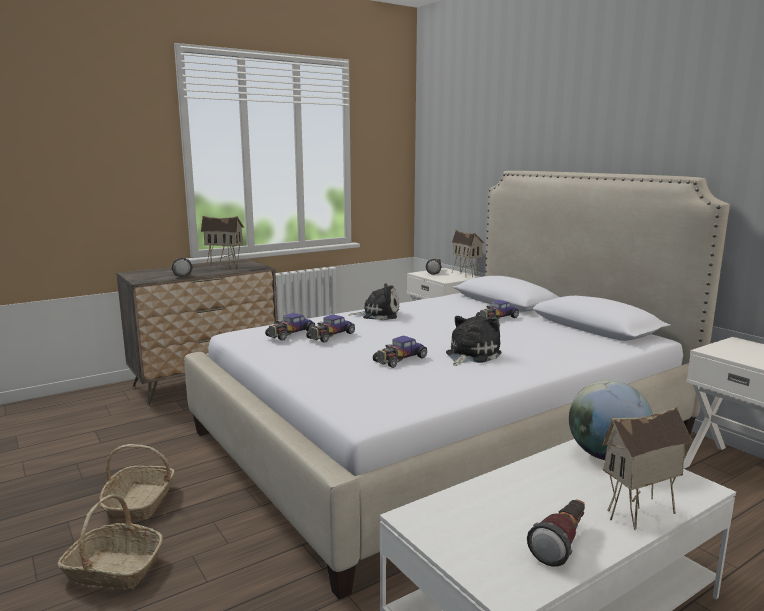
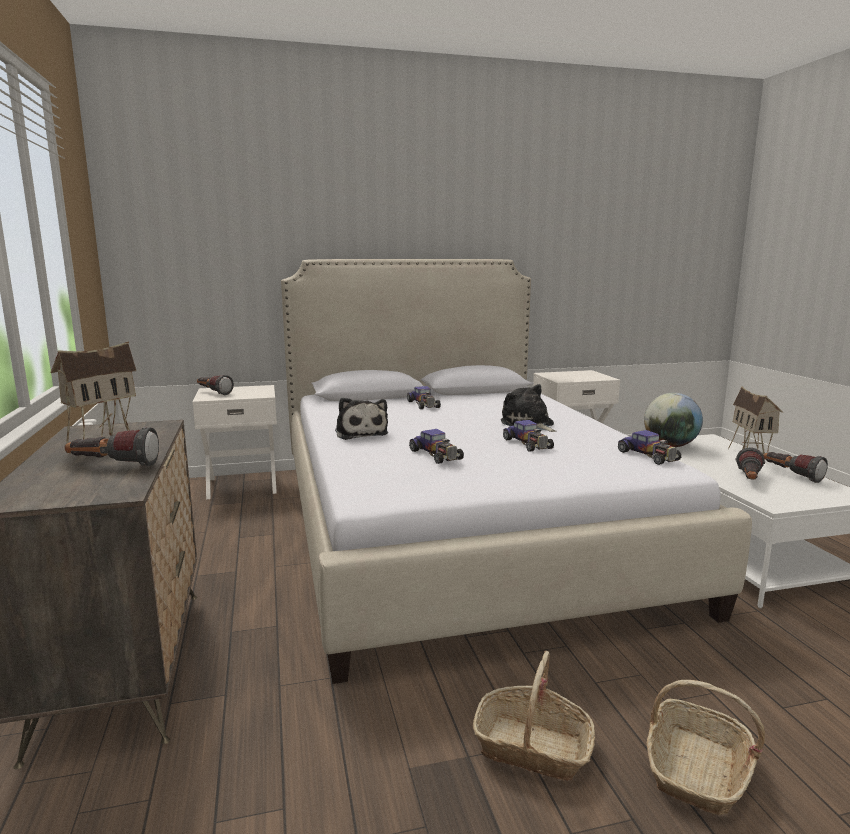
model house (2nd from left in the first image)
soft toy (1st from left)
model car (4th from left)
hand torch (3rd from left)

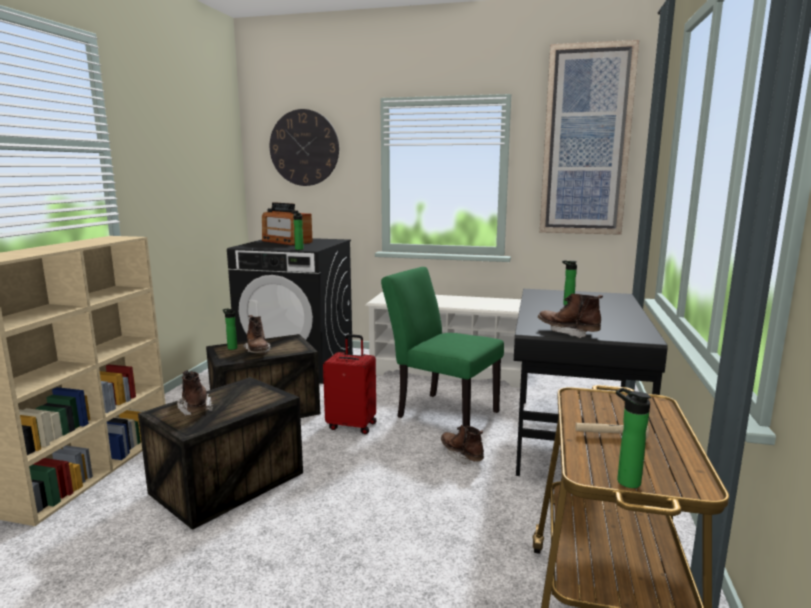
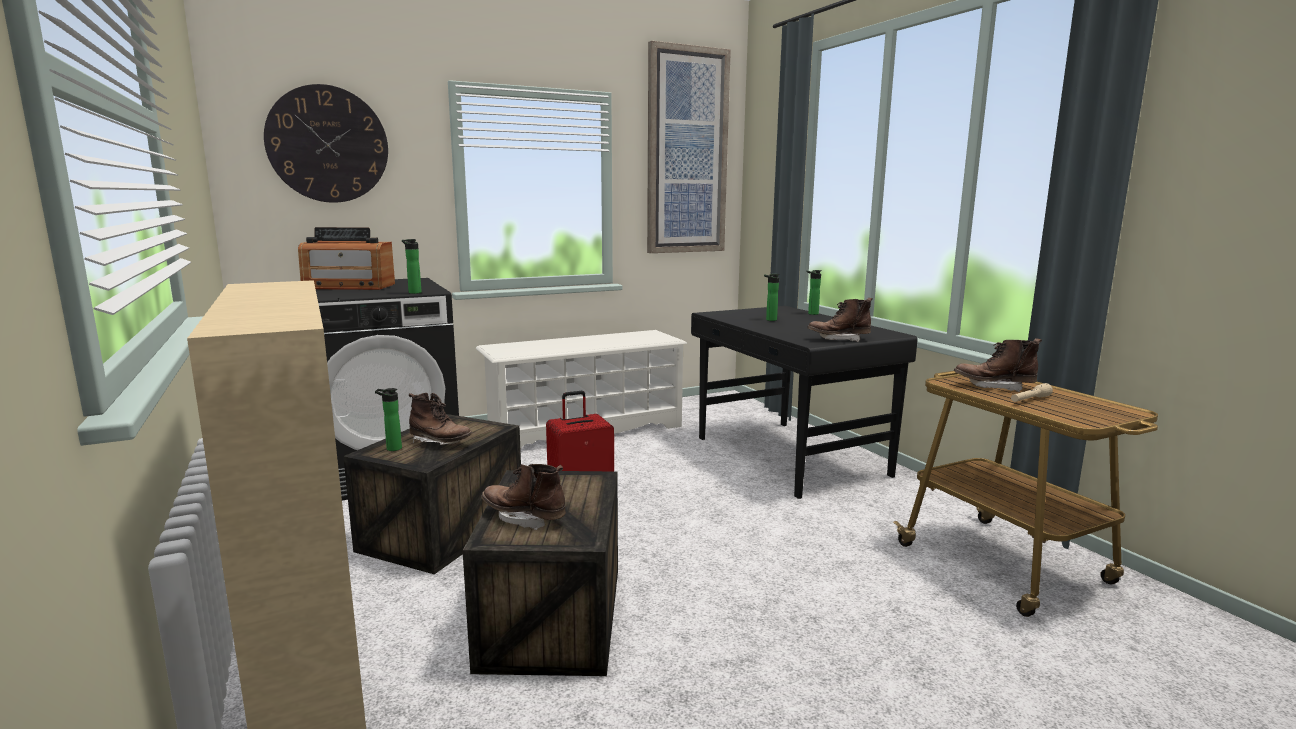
plain chair (green)
beverage bottle (4th from left)
high-top boot (brownish) (4th from left)

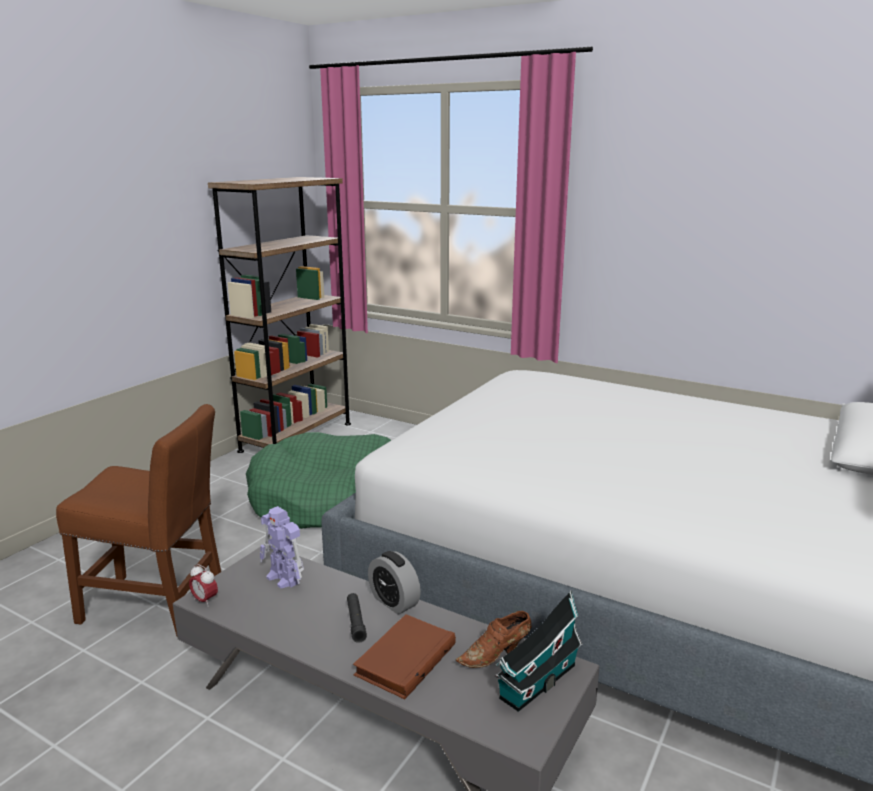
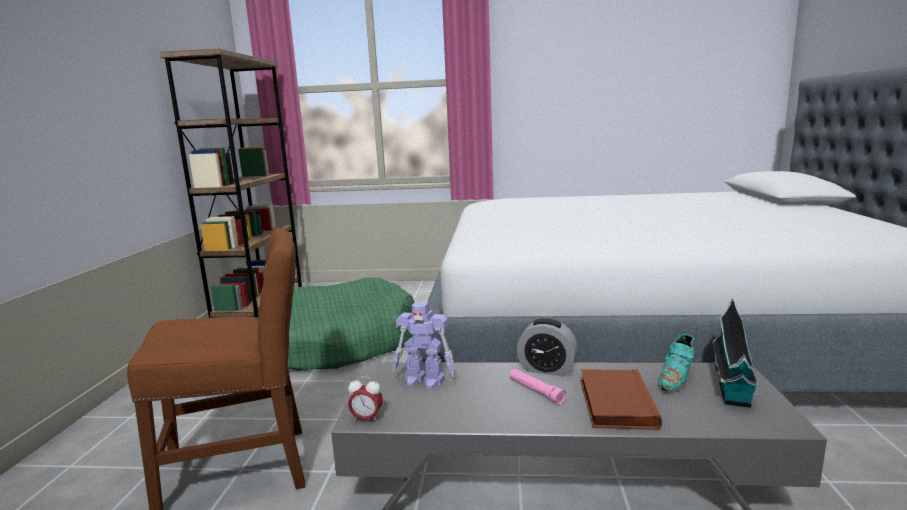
hand torch (pink)
shoe (turquoise-coloured)

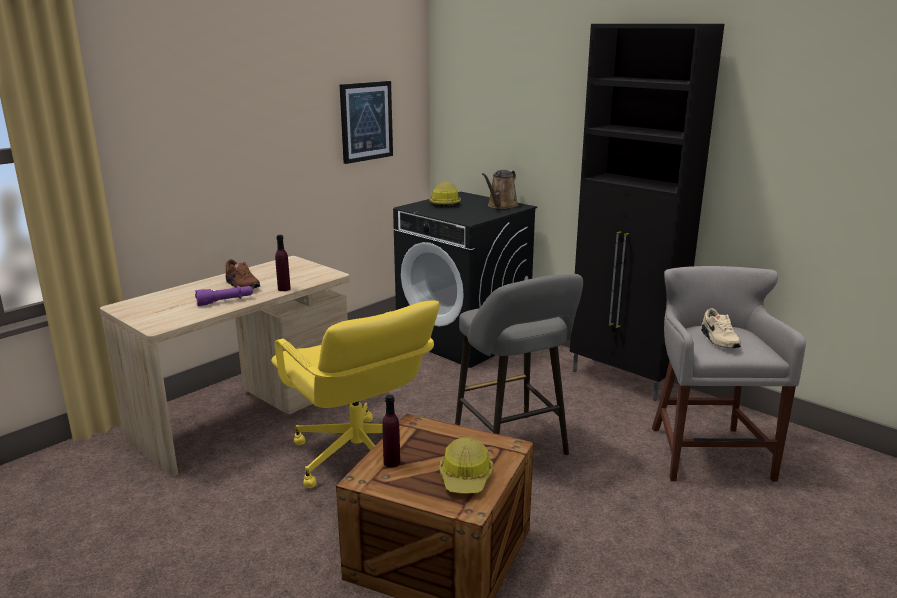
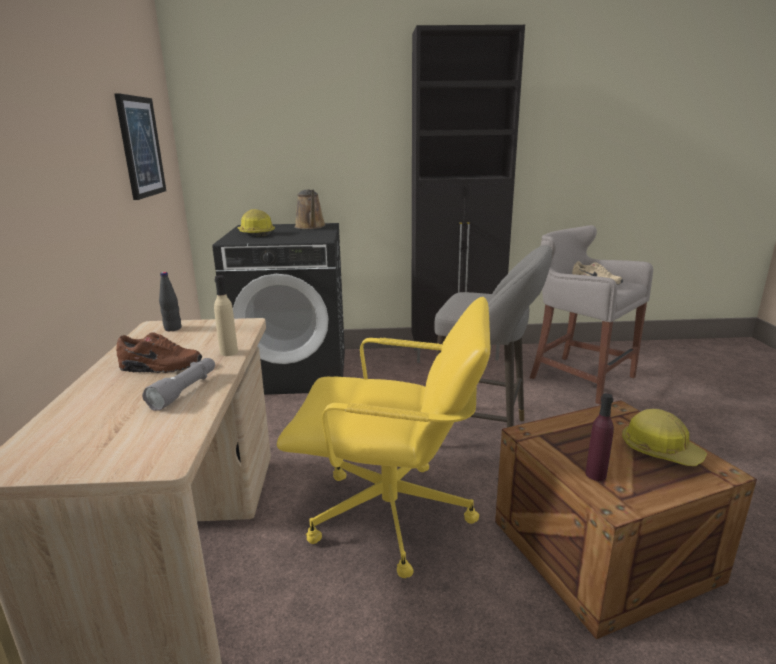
beverage bottle (sand-coloured)
hand torch (greyish)
beverage bottle (black-coloured)

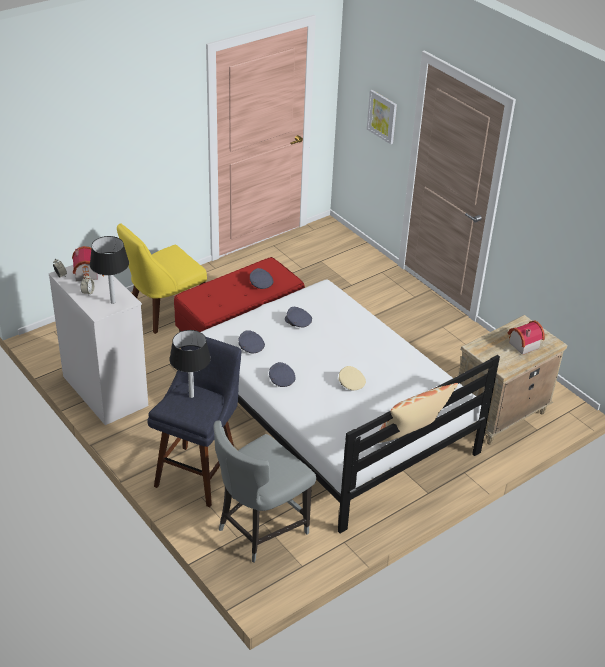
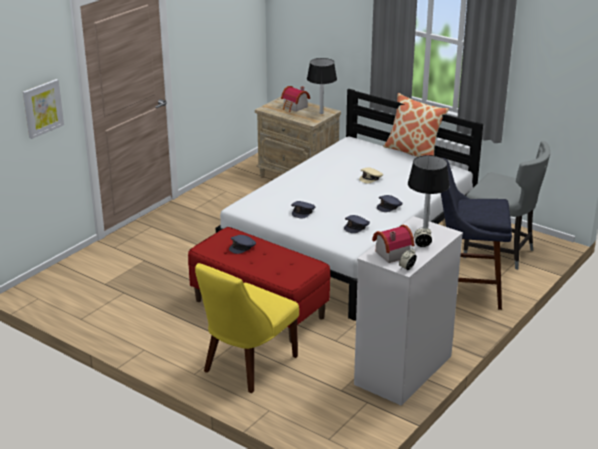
plain chair (yellowish)
tabletop lamp (black-coloured) (1st from left)

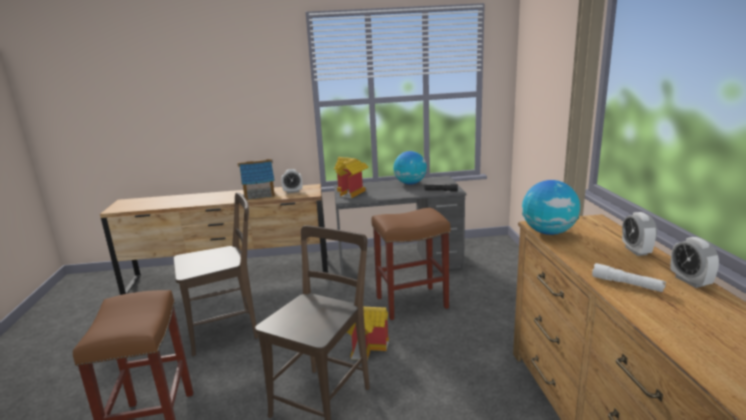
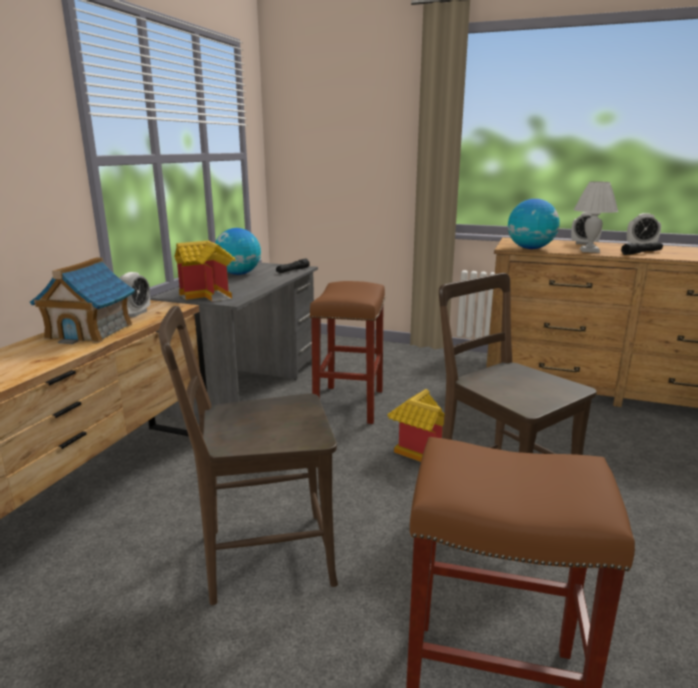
plain chair (brownish) (1st from left)
hand torch (black-coloured) (2nd from left)
tabletop lamp (white)

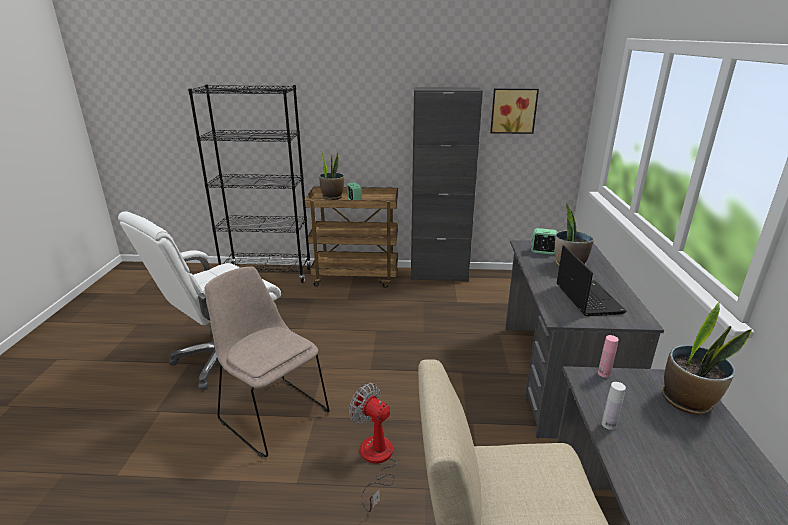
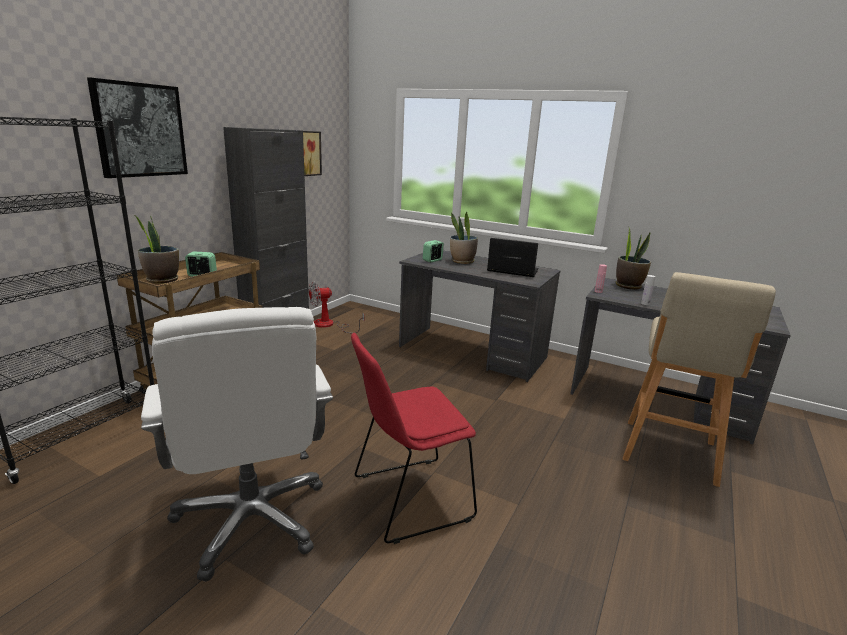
plain chair (reddish)
cooling fan
wall picture (1st from left)

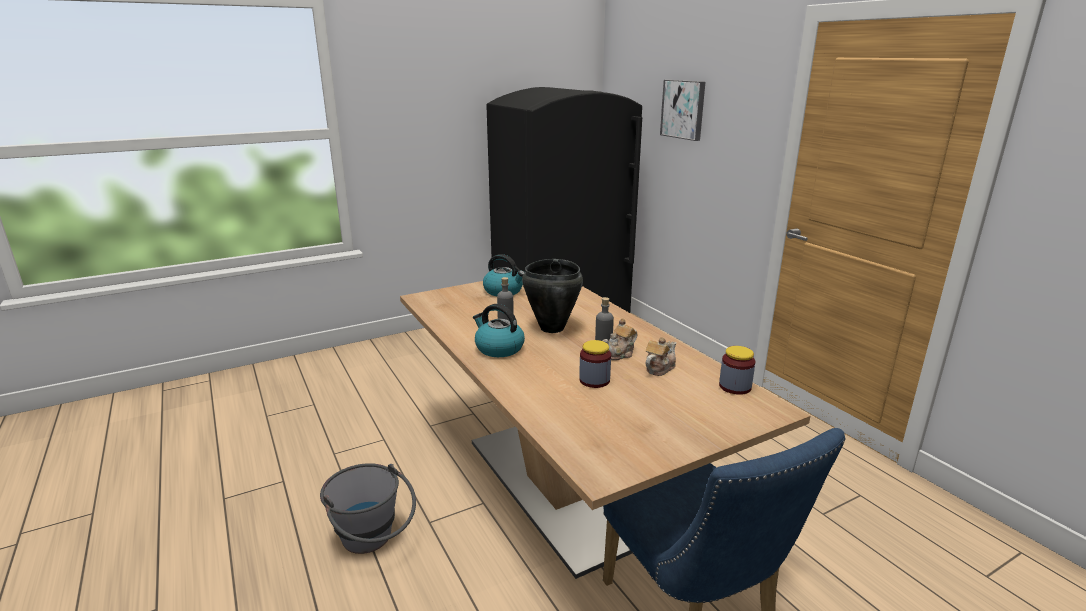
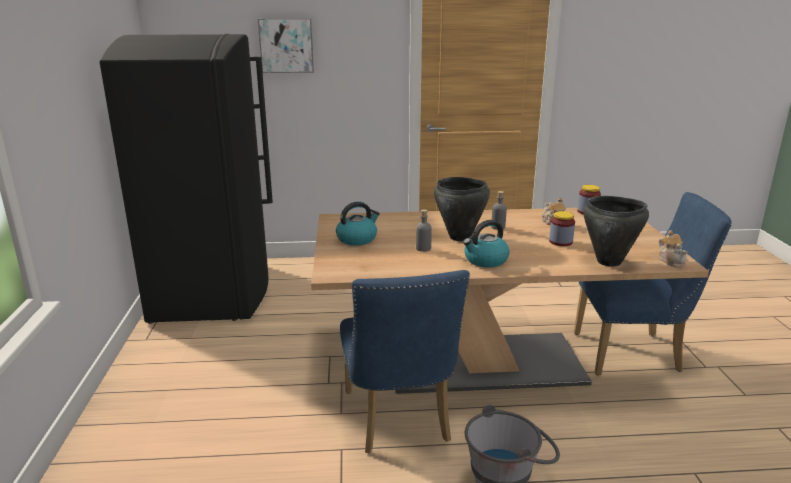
tea pot (2nd from left)
stockpot (black-coloured) (2nd from left)
plain chair (blue-coloured) (1st from left)

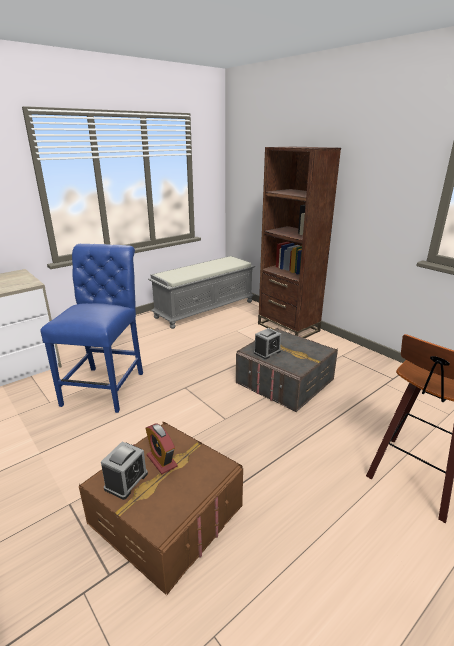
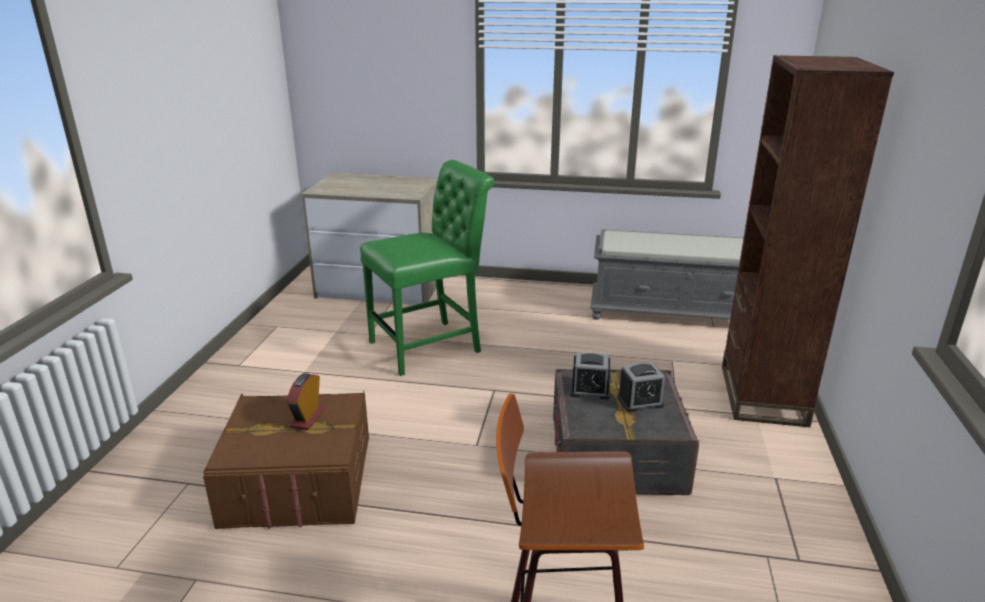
plain chair (green)
alarm clock (3rd from left)

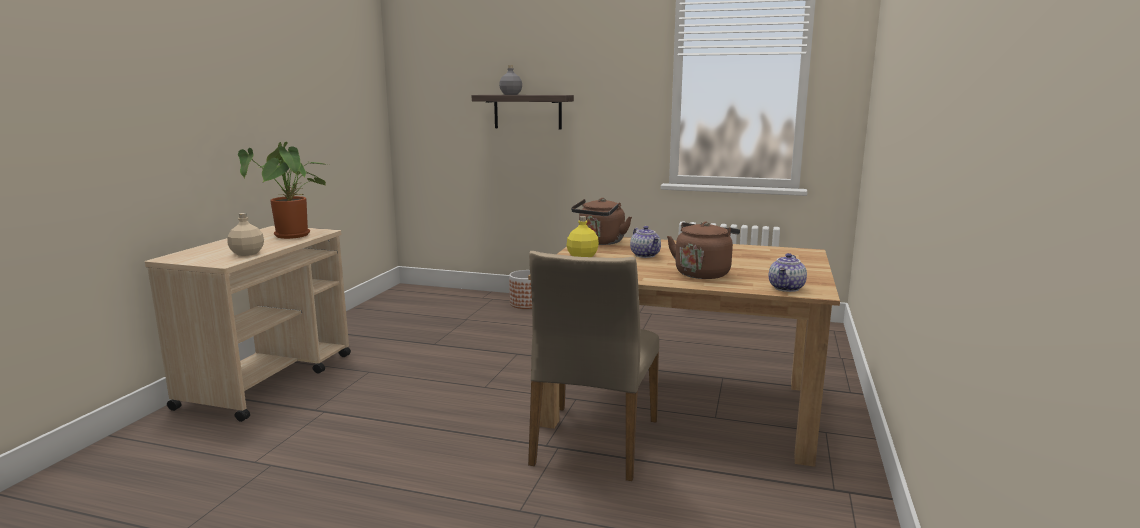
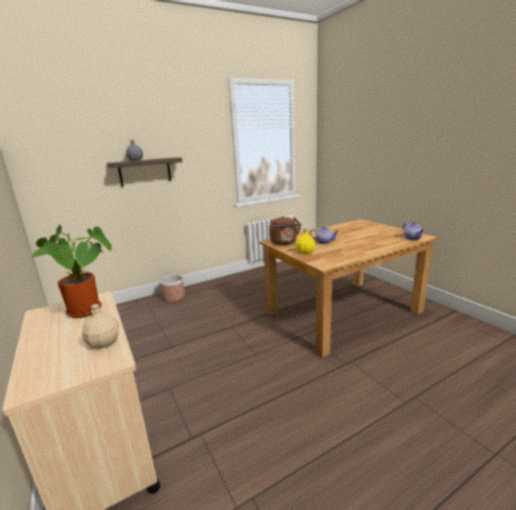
water kettle (brownish) (2nd from left in the first image)
plain chair (sand-coloured)

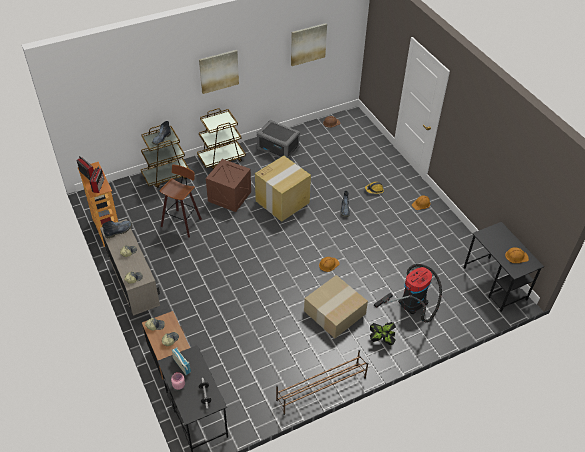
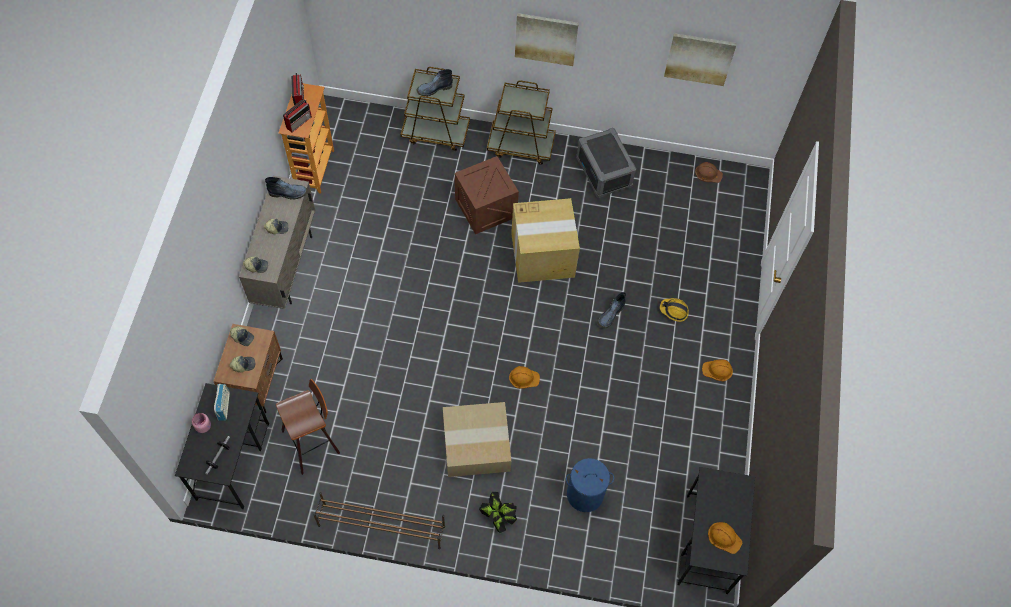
sitting stool
hamper (blue-coloured)

